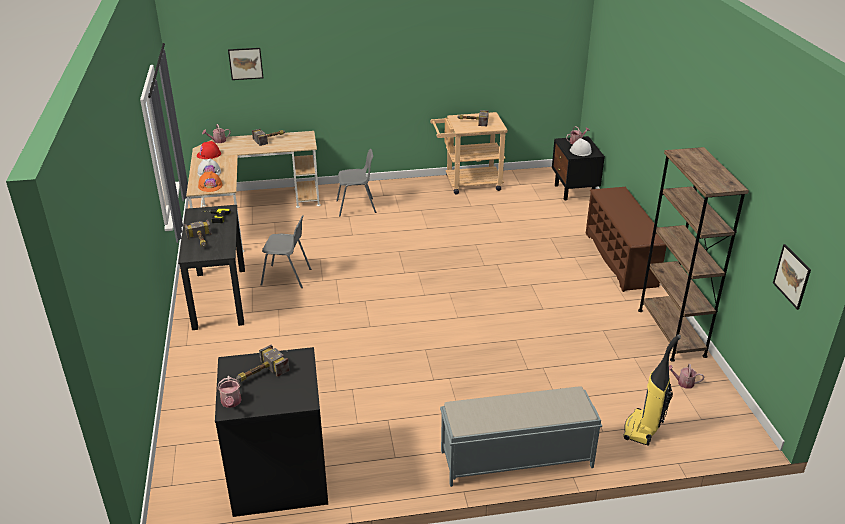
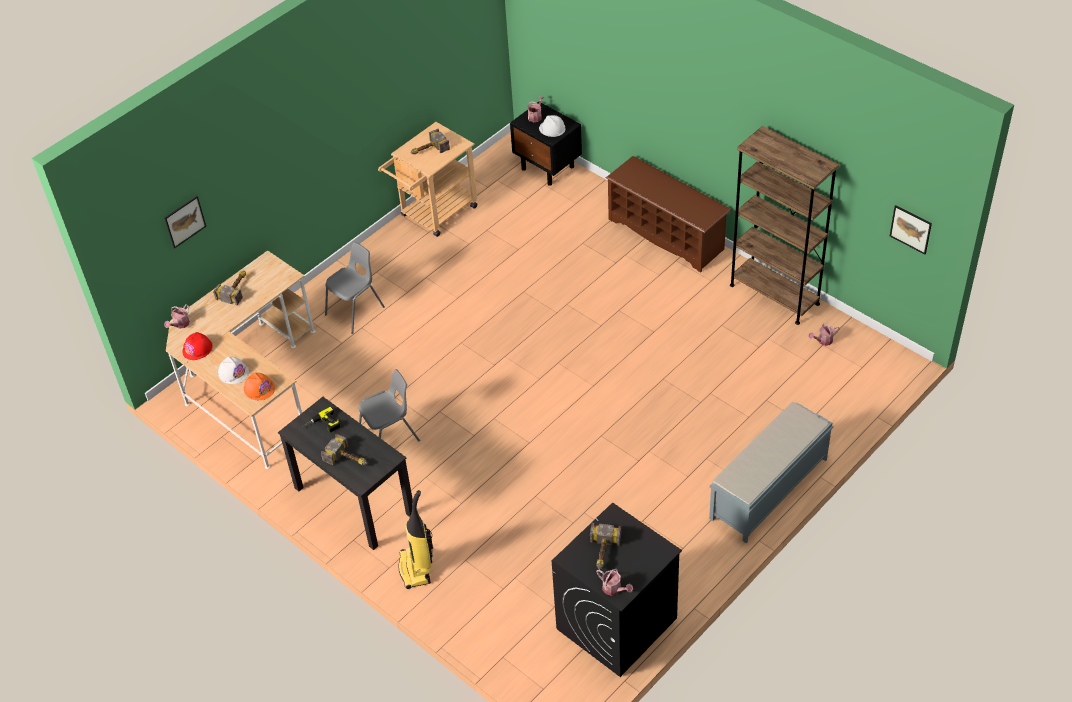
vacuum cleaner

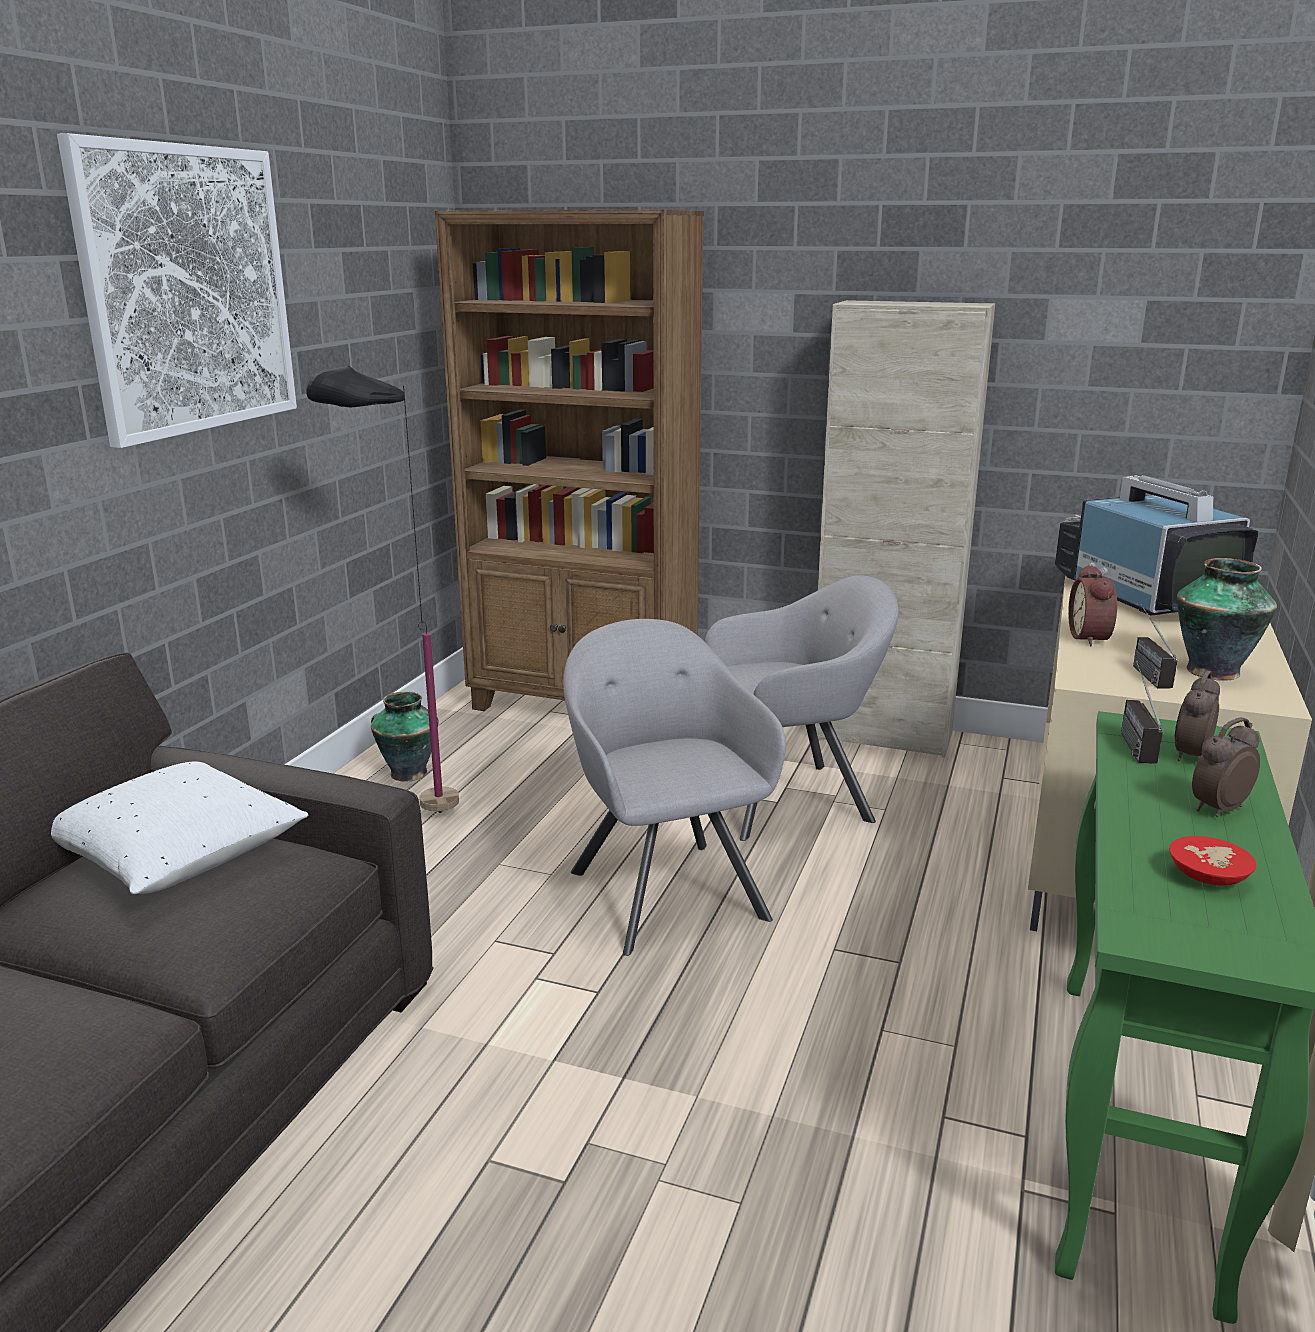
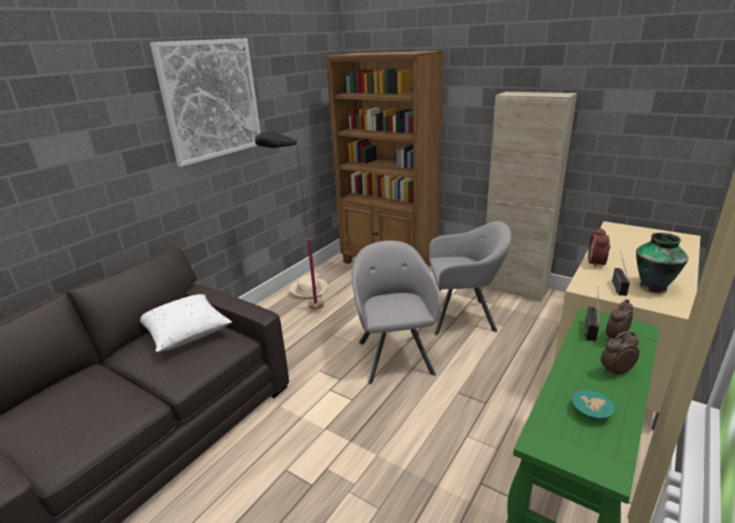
TV
clothing hat (sand-coloured)
serving bowl (turquoise-coloured)

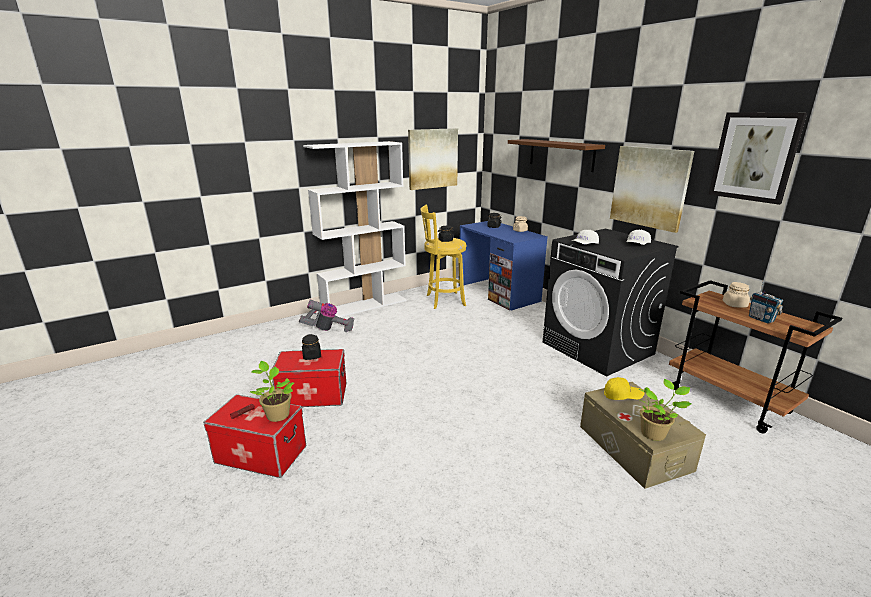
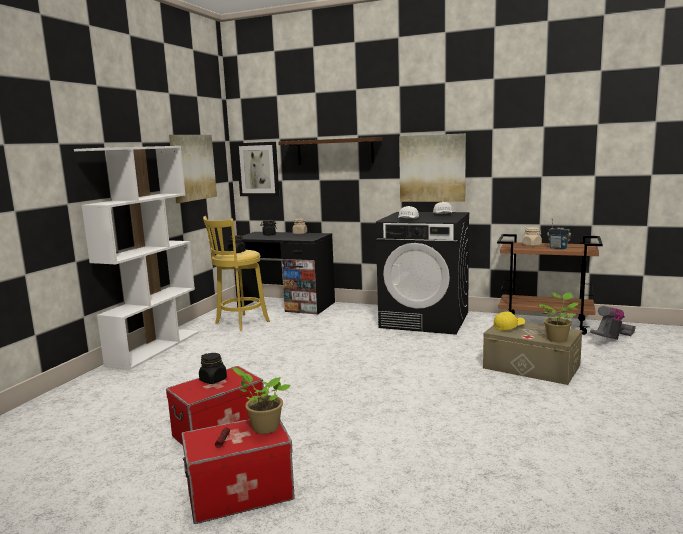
wall picture (2nd from left)
desk (black-coloured)
vacuum cleaner

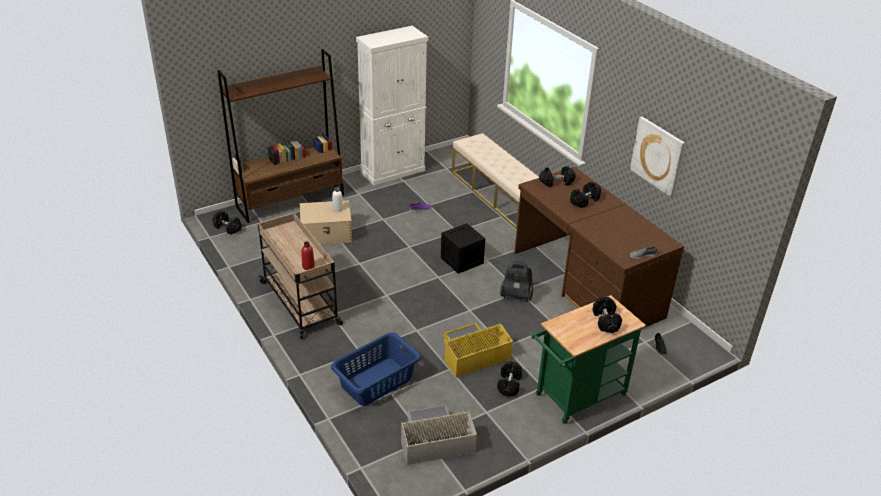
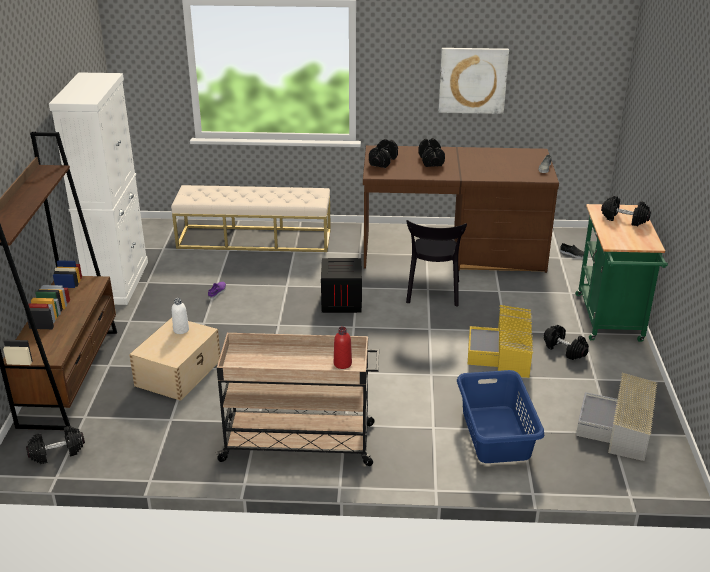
plain chair (black-coloured)

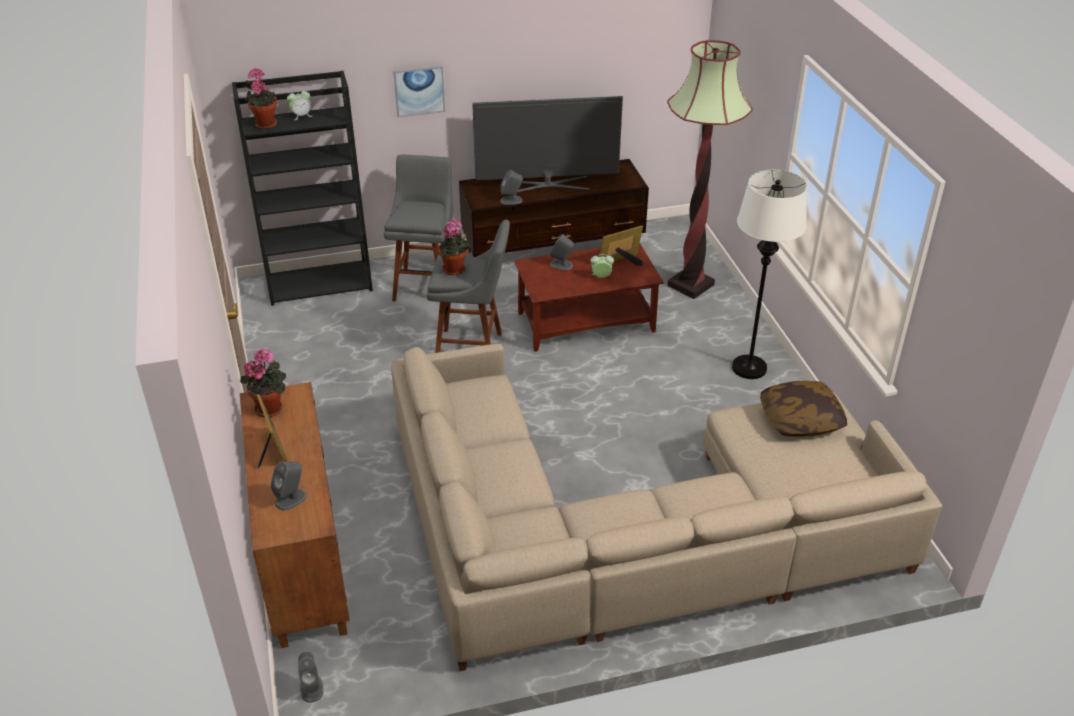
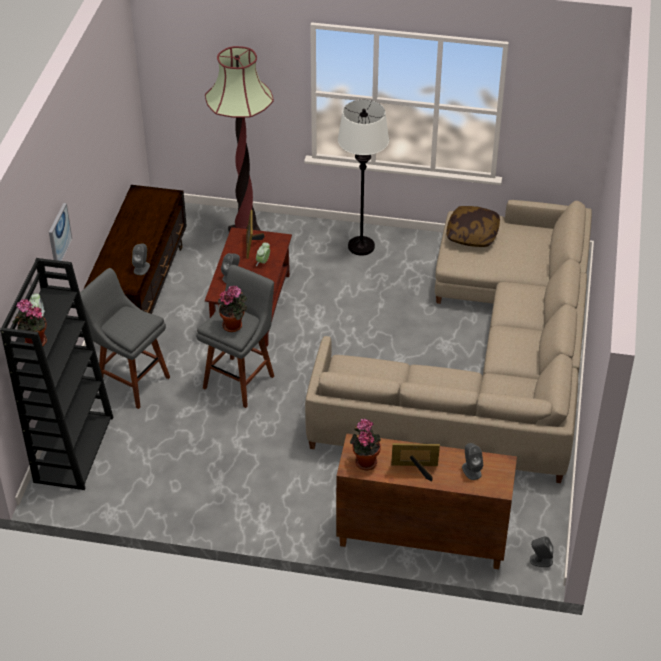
TV

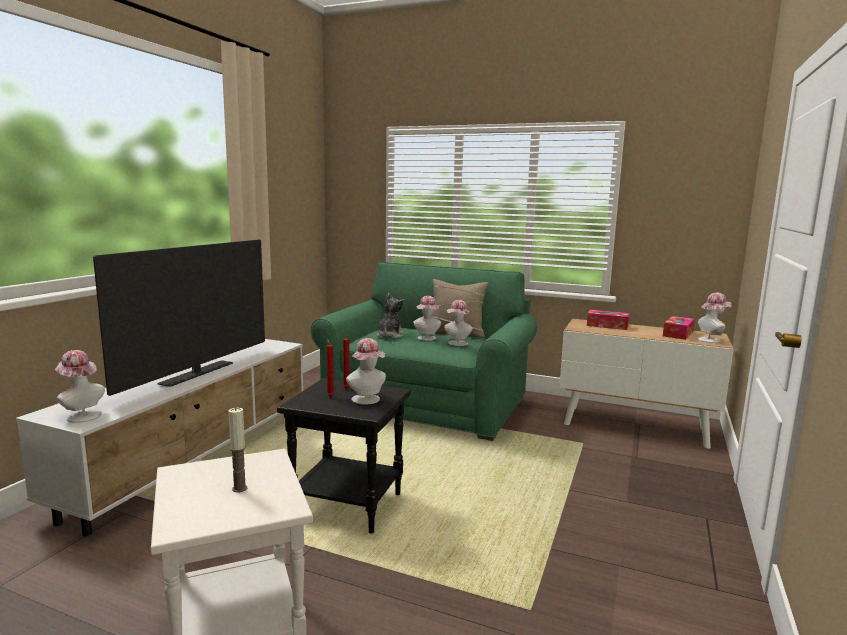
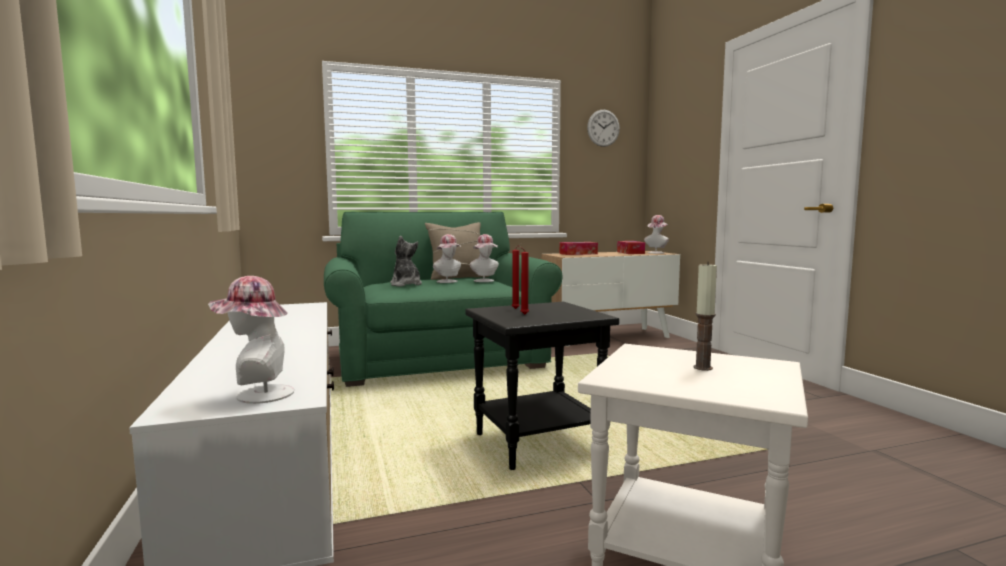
TV
clothing hat (2nd from left in the first image)
clock on the wall

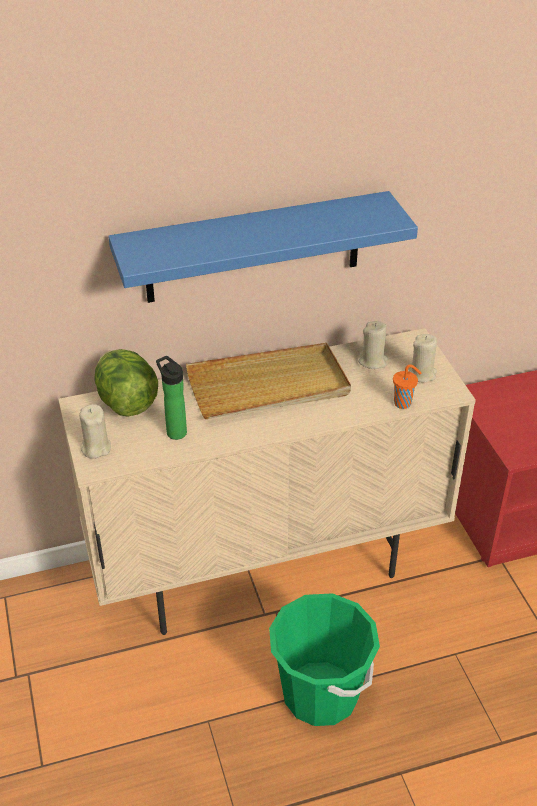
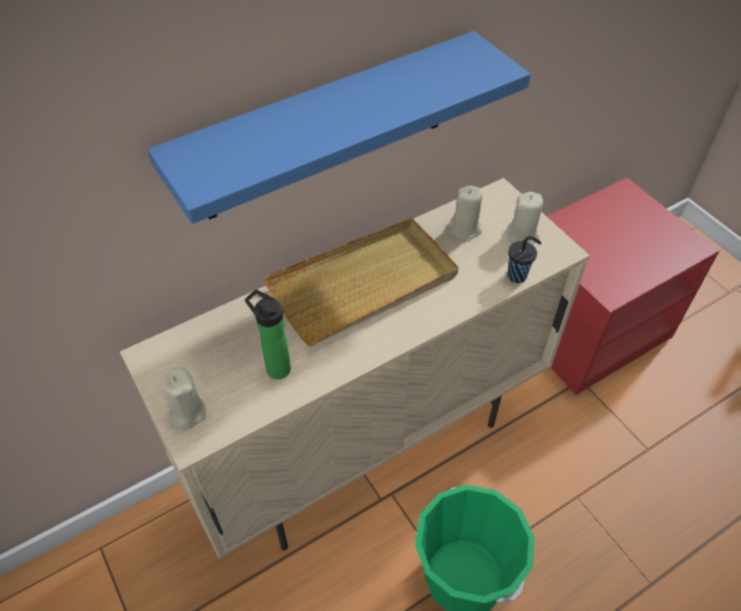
lettuce
drinking cup (black-coloured)

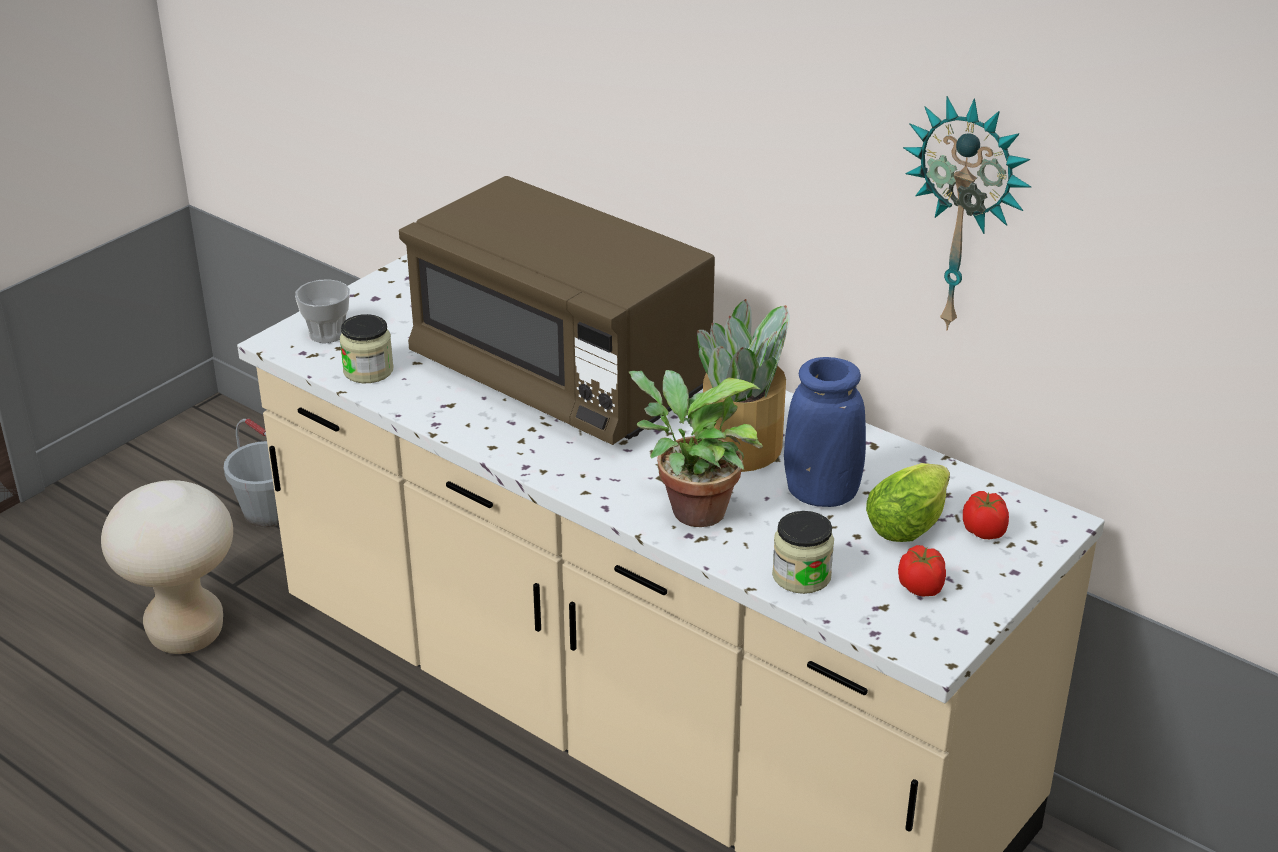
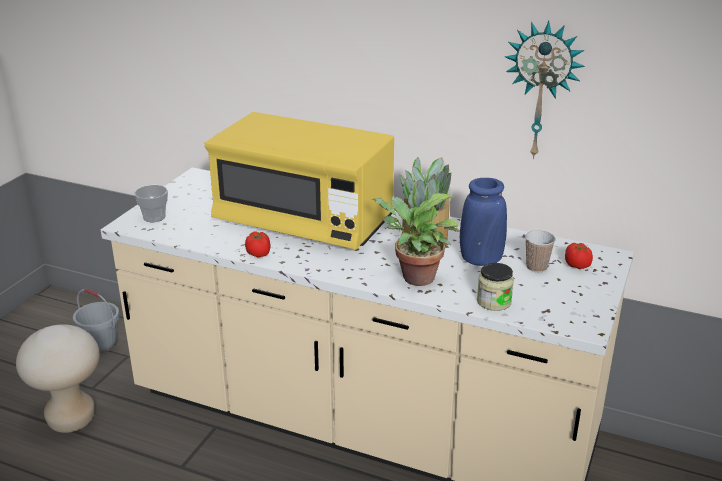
kitchen microwave (yellowish)
storage jar (1st from left in the first image)
drinking cup (2nd from left)
whole tomato (1st from left)

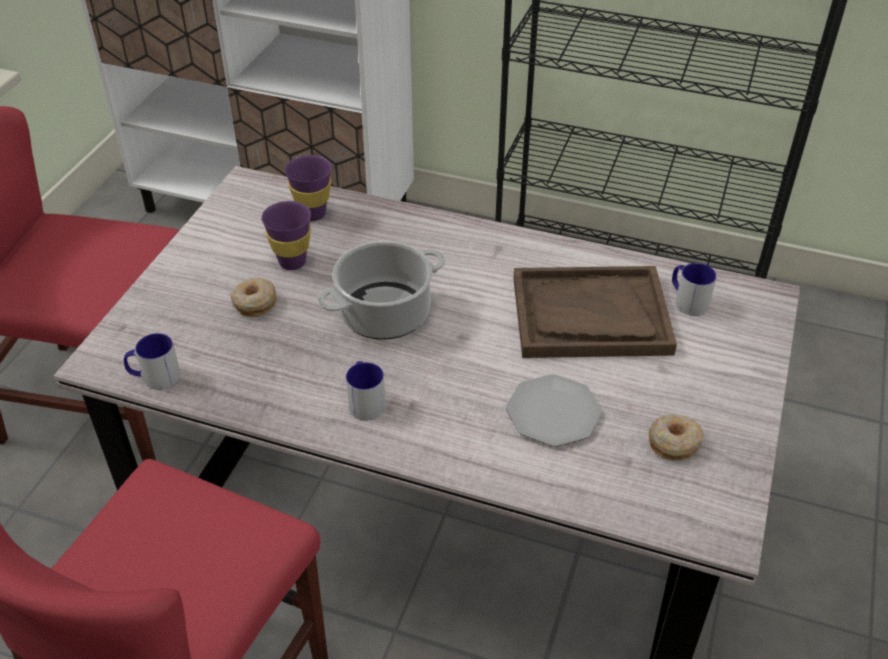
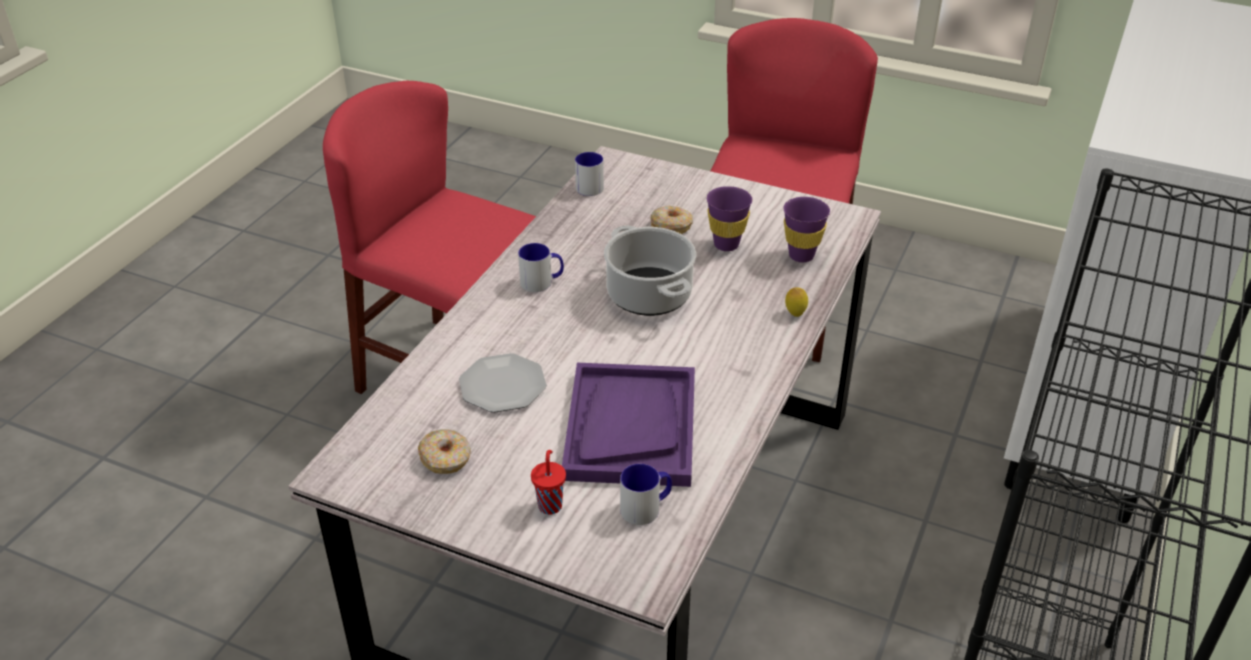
tray (purple)
whole lemon
drinking cup (reddish)

